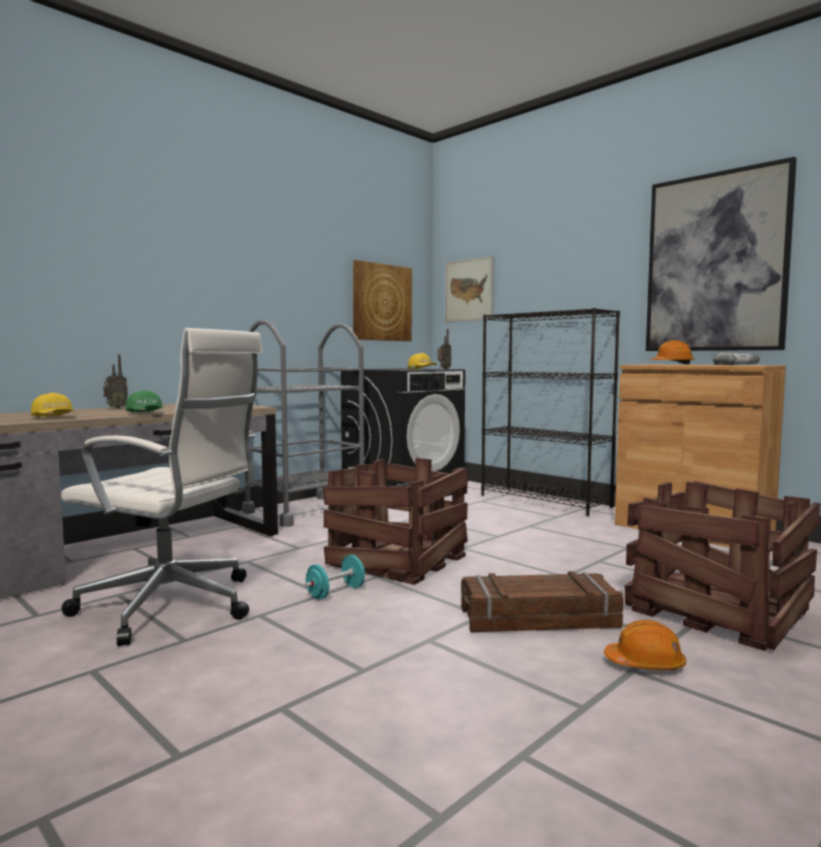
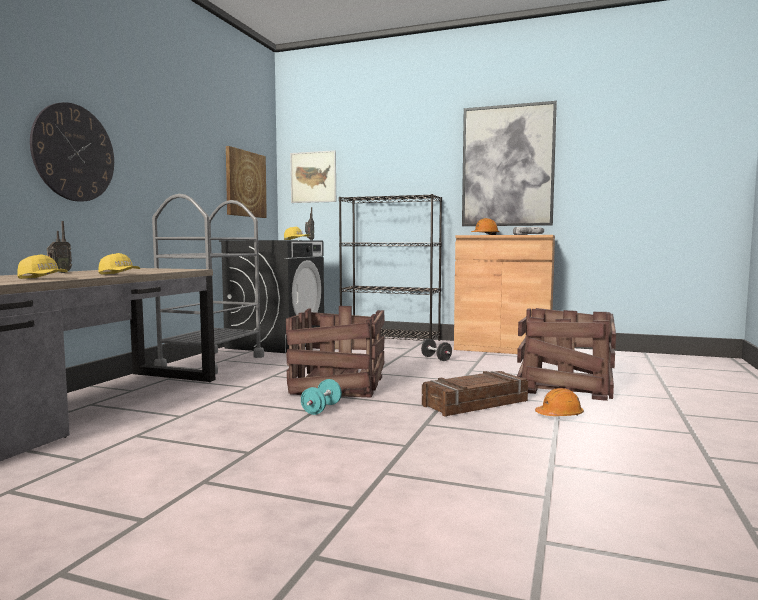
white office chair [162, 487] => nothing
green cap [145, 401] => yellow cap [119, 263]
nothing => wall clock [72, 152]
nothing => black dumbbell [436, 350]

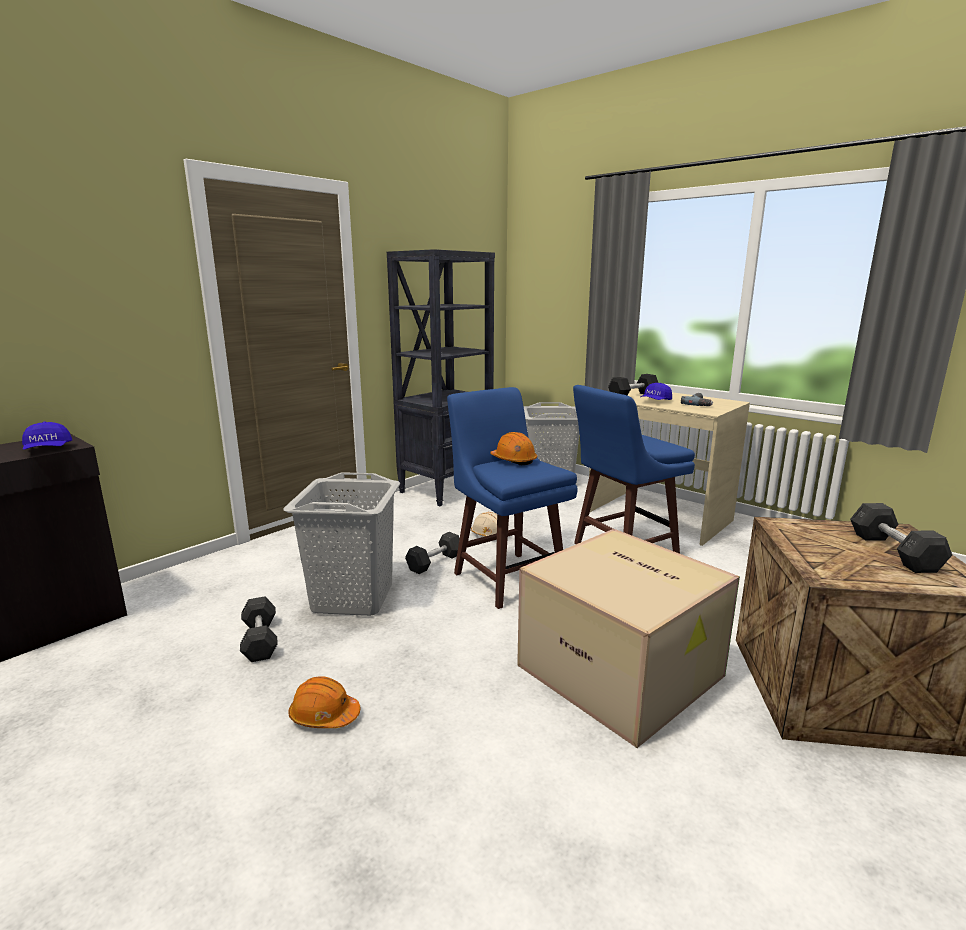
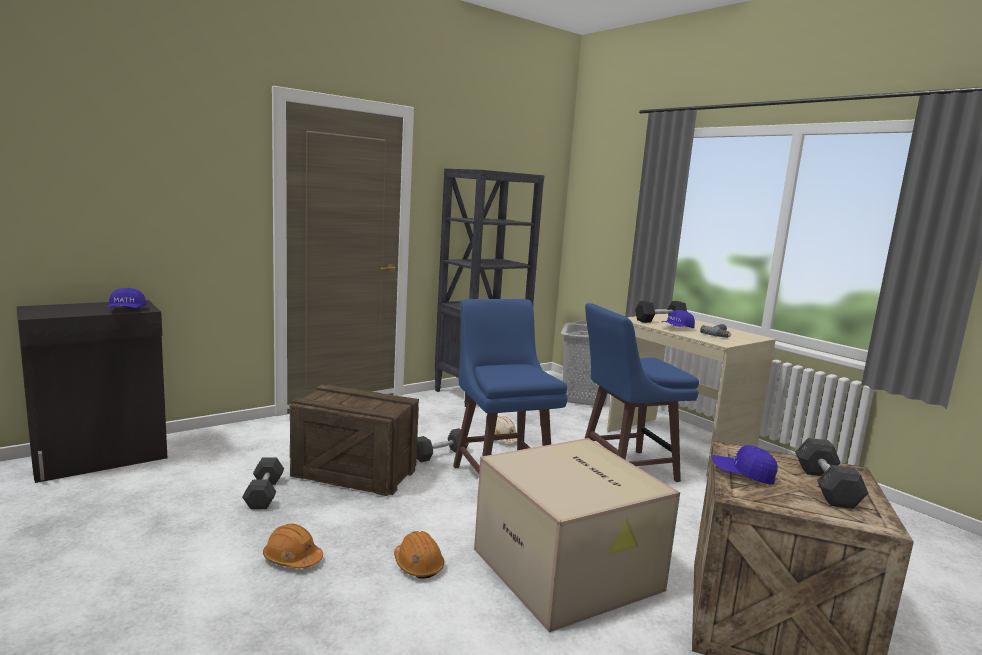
grey laundry basket [341, 544] => crate [354, 440]
orange hard hat [513, 448] => orange hard hat [419, 555], relocated
nothing => blue cap [745, 465]

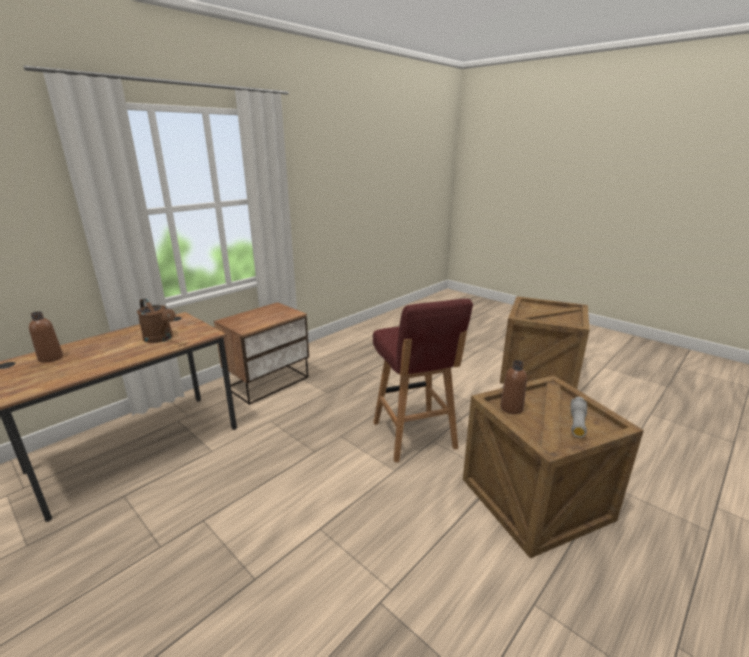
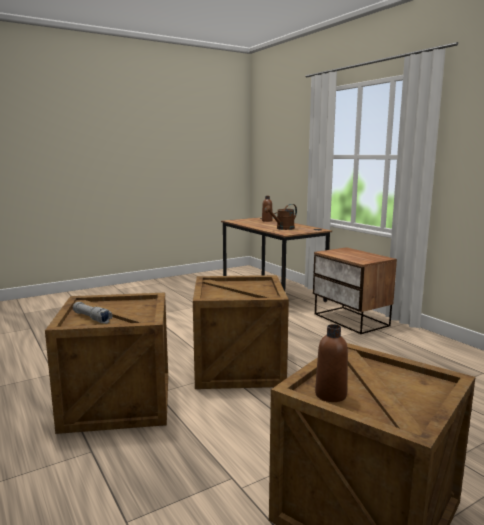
red stool [423, 381] => crate [241, 332]
brown bottle [513, 387] => brown bottle [331, 363], relocated

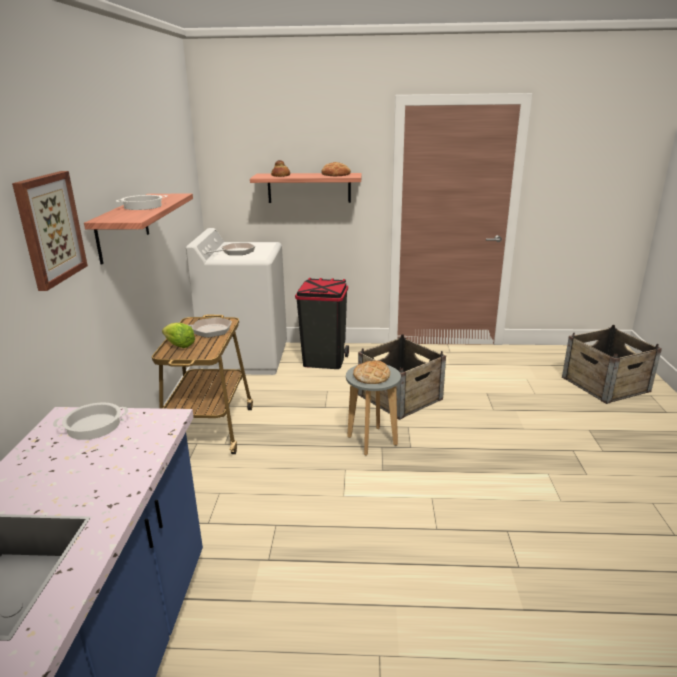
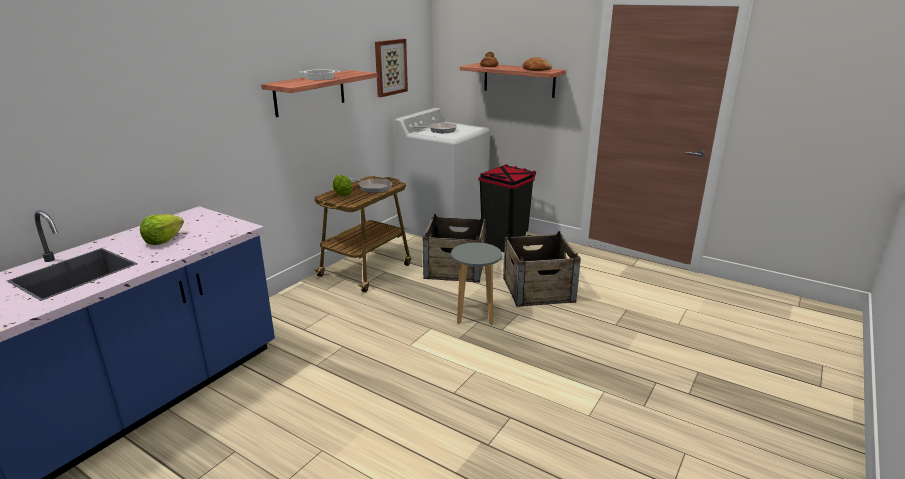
picture [50, 231] => picture [391, 68], relocated
cooking pot [90, 421] => nothing
bread [371, 372] => nothing
crate [612, 364] => crate [454, 248], relocated
nothing => lettuce [162, 229]

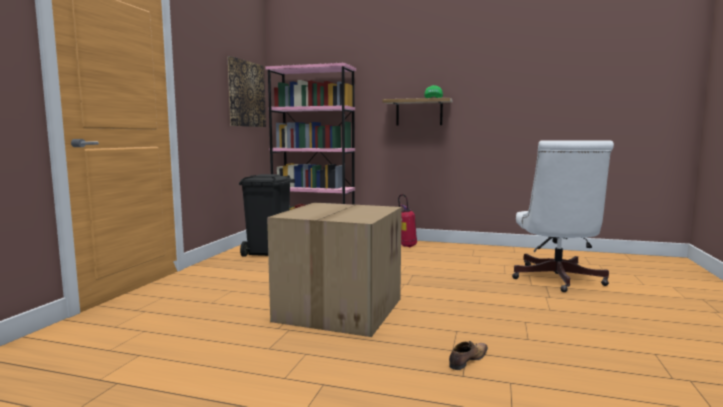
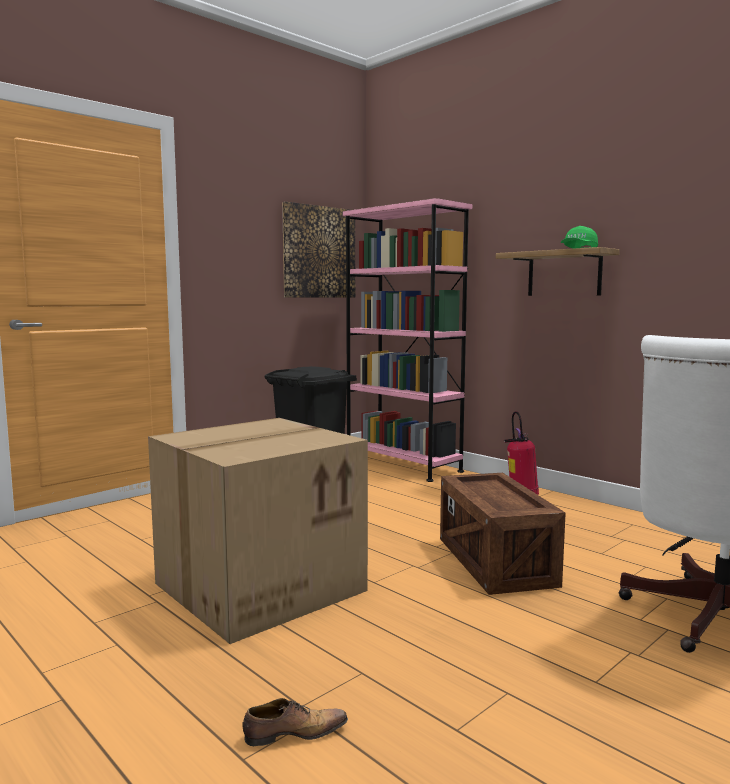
nothing => crate [503, 534]

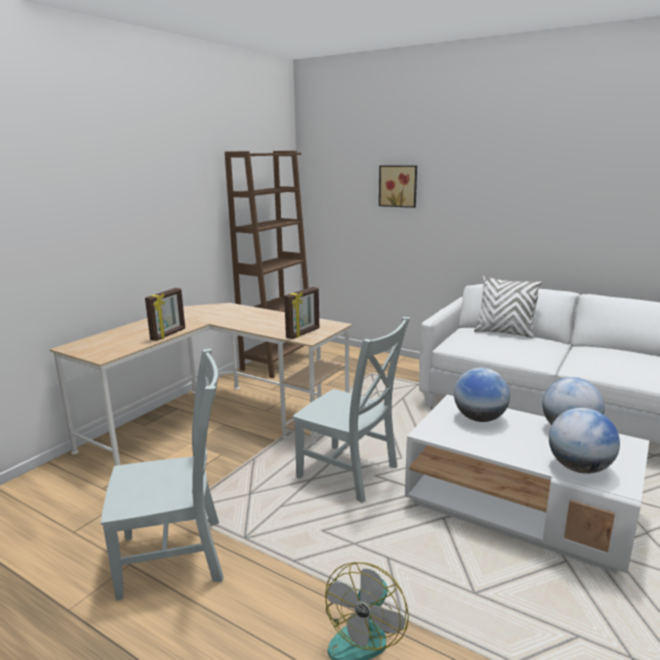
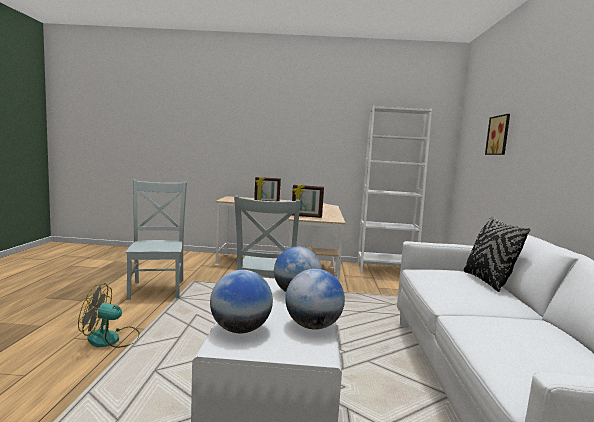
grey chair [162, 475] => grey chair [156, 240], 150 degrees counterclockwise
brown bookcase [267, 264] => white bookcase [394, 189]
white pillow [508, 306] => black pillow [497, 254]

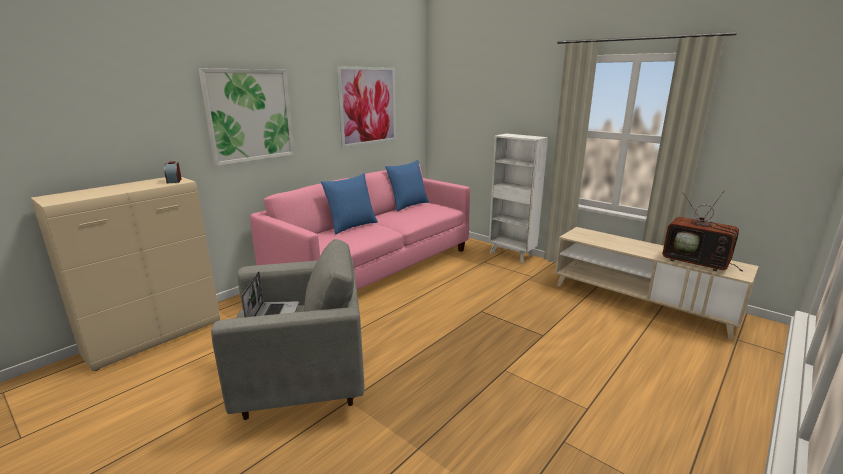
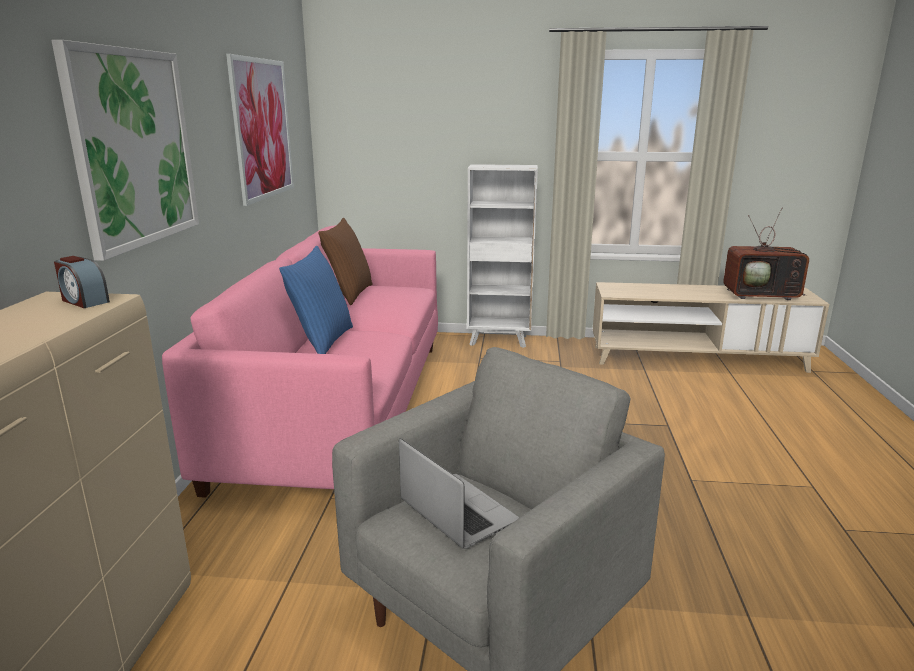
blue pillow [407, 185] => brown pillow [345, 261]

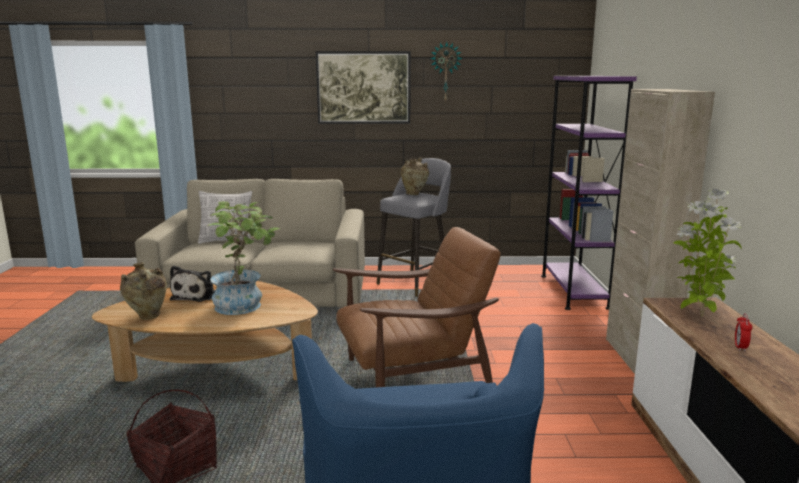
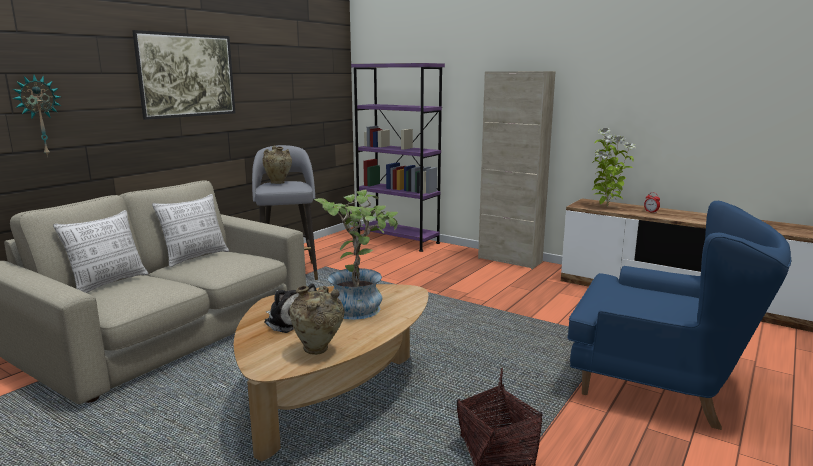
brown armchair [417, 307] => nothing
wall clock [446, 72] => wall clock [36, 116], relocated
nothing => pillow [190, 230]

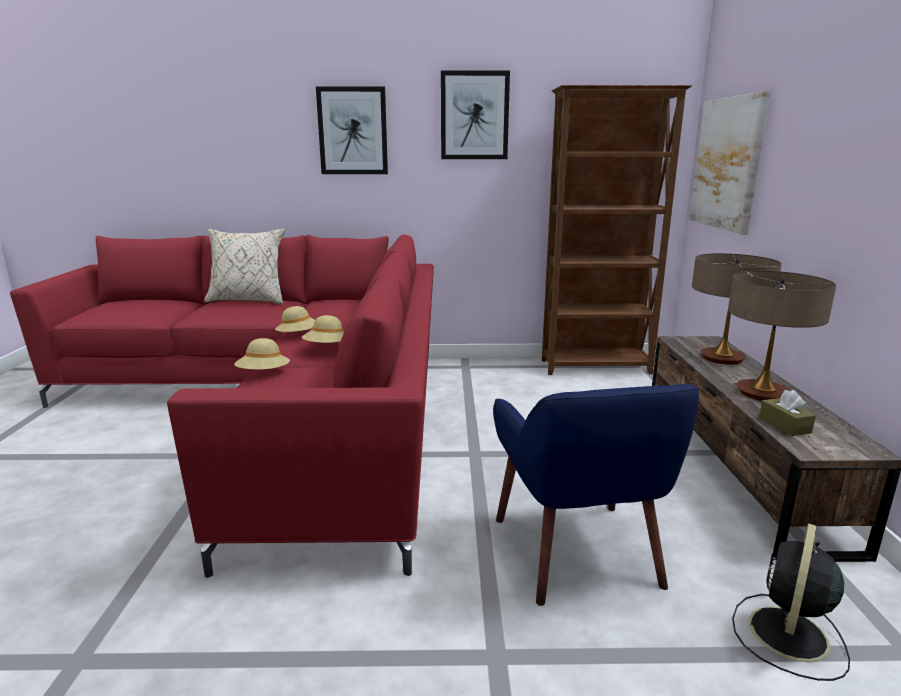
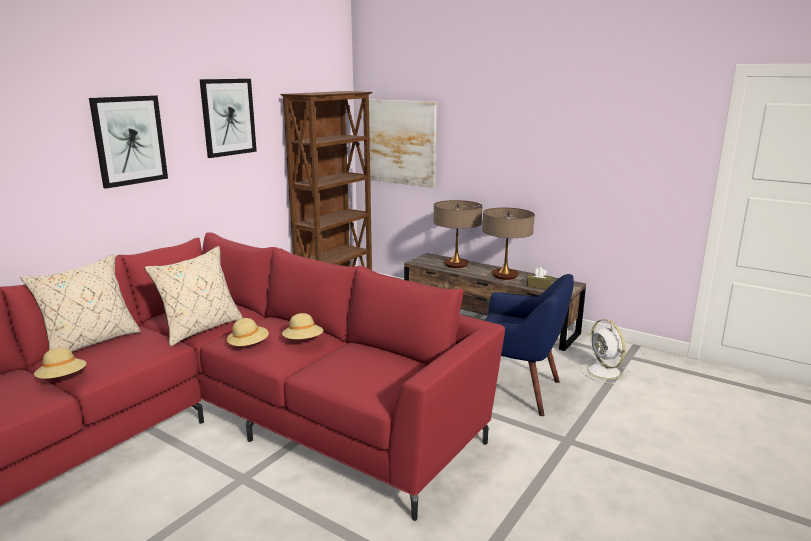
beige hat [262, 354] => beige hat [60, 363], relocated
black fan [791, 602] => white fan [606, 351]
nothing => beige pillow [193, 296]

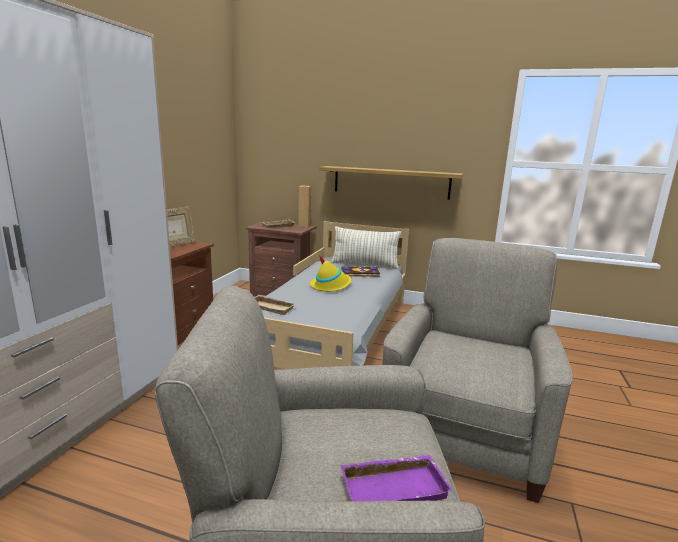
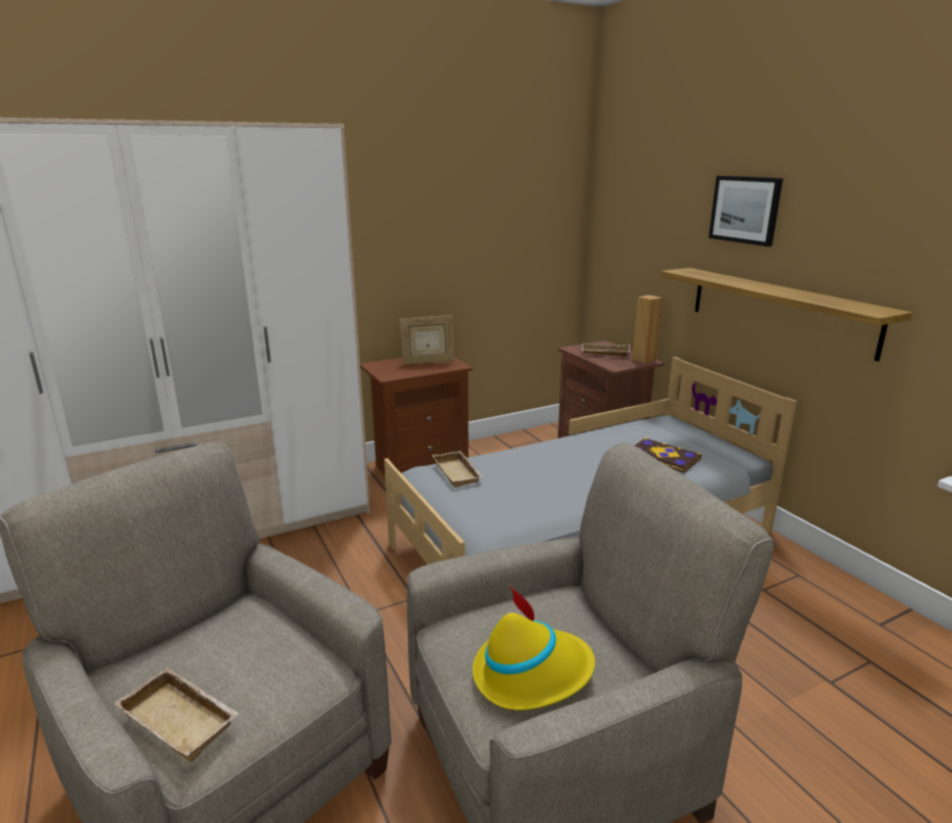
yellow hat [331, 273] => yellow hat [533, 648], relocated
pillow [366, 247] => nothing
purple tray [396, 478] => beige tray [177, 715]
nothing => picture [746, 211]

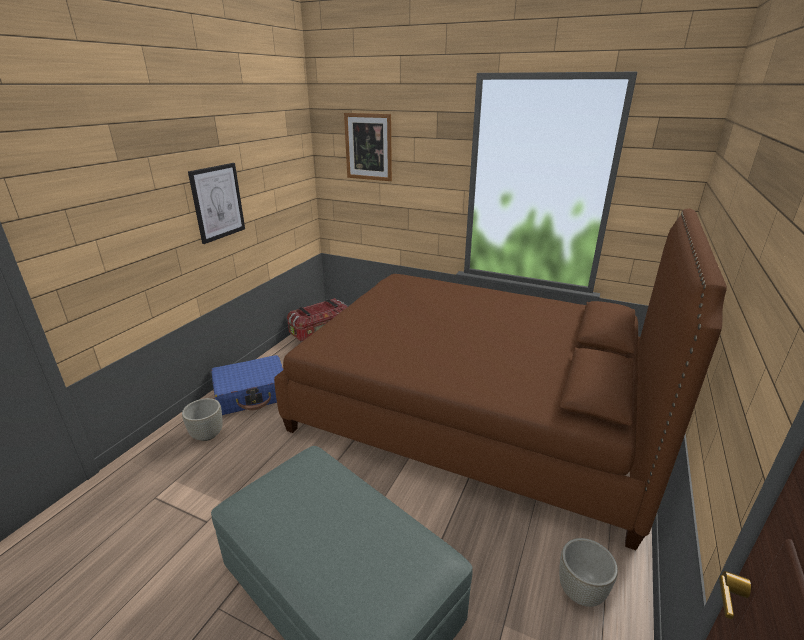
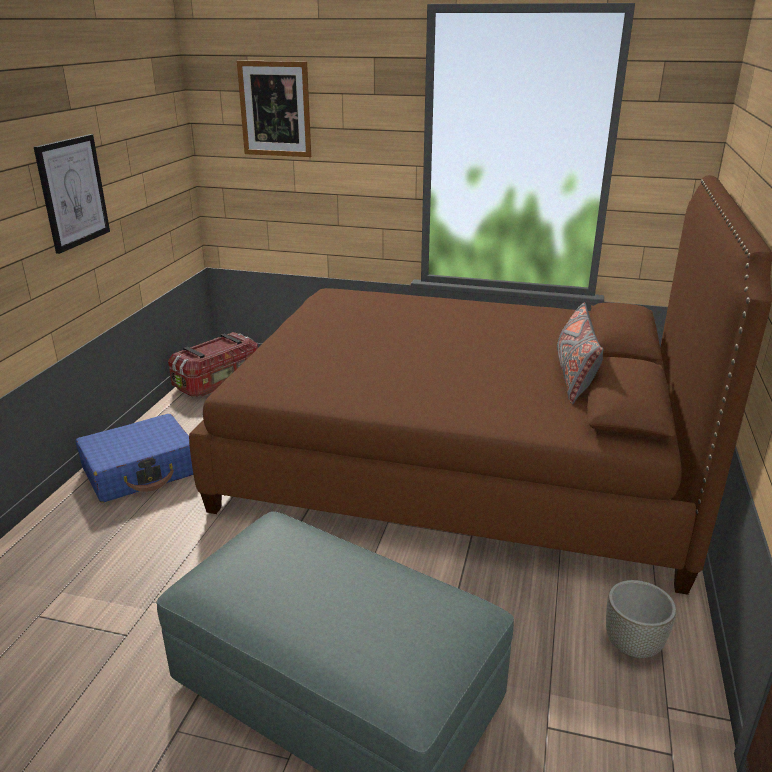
grey planter [202, 419] => nothing
nothing => grey pillow [580, 353]

